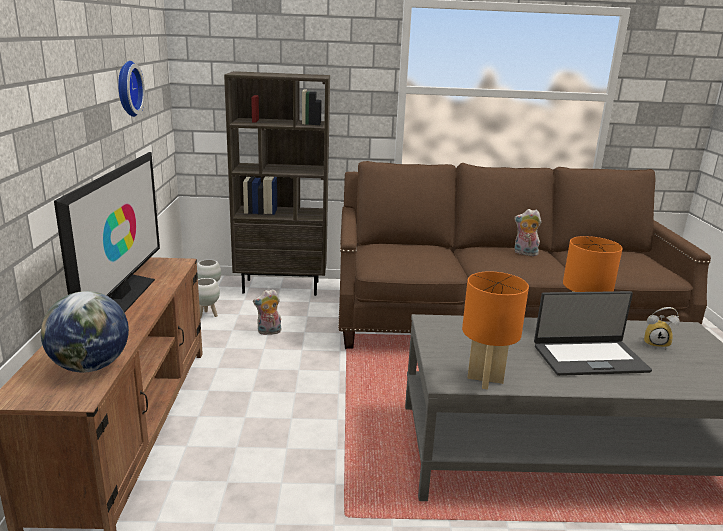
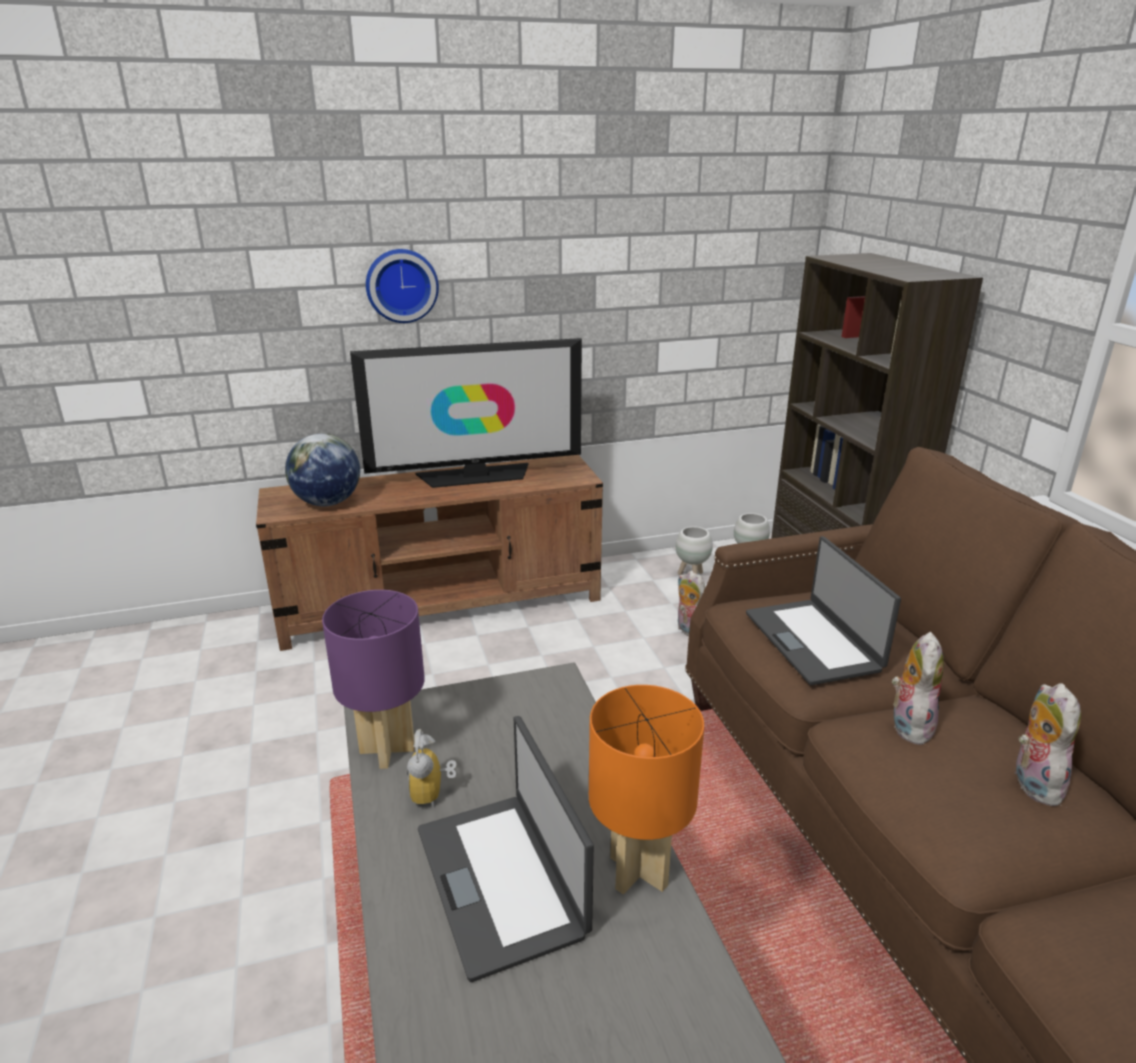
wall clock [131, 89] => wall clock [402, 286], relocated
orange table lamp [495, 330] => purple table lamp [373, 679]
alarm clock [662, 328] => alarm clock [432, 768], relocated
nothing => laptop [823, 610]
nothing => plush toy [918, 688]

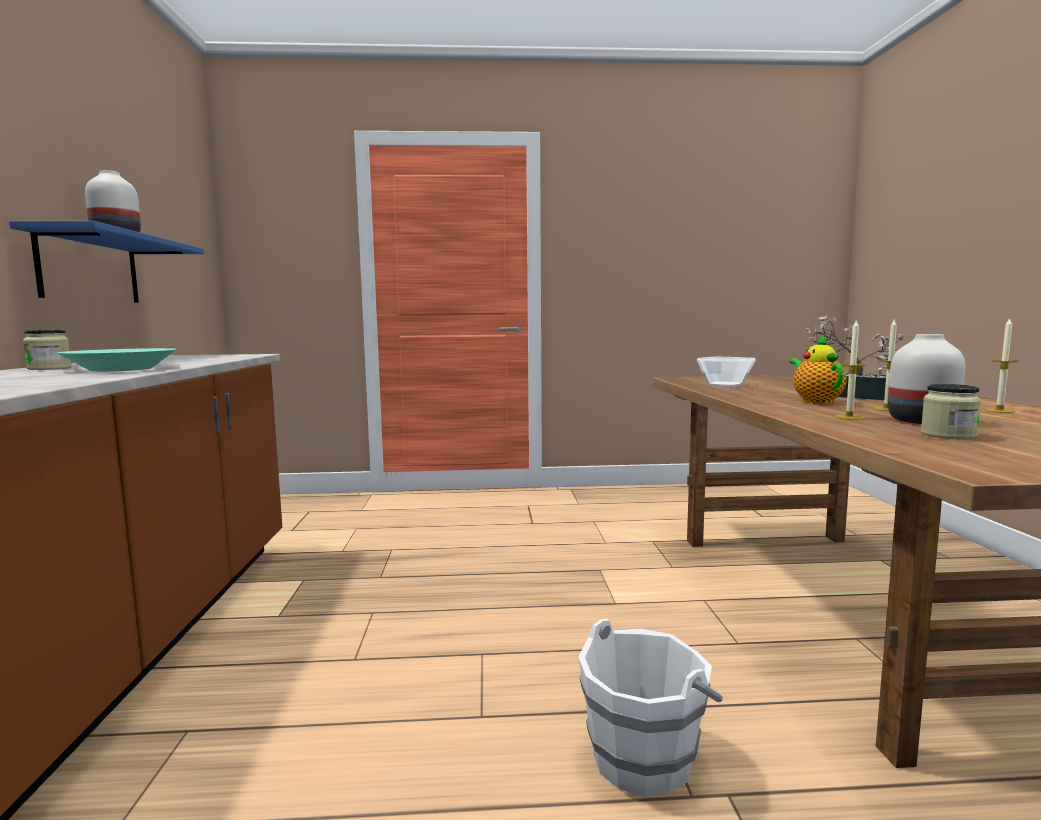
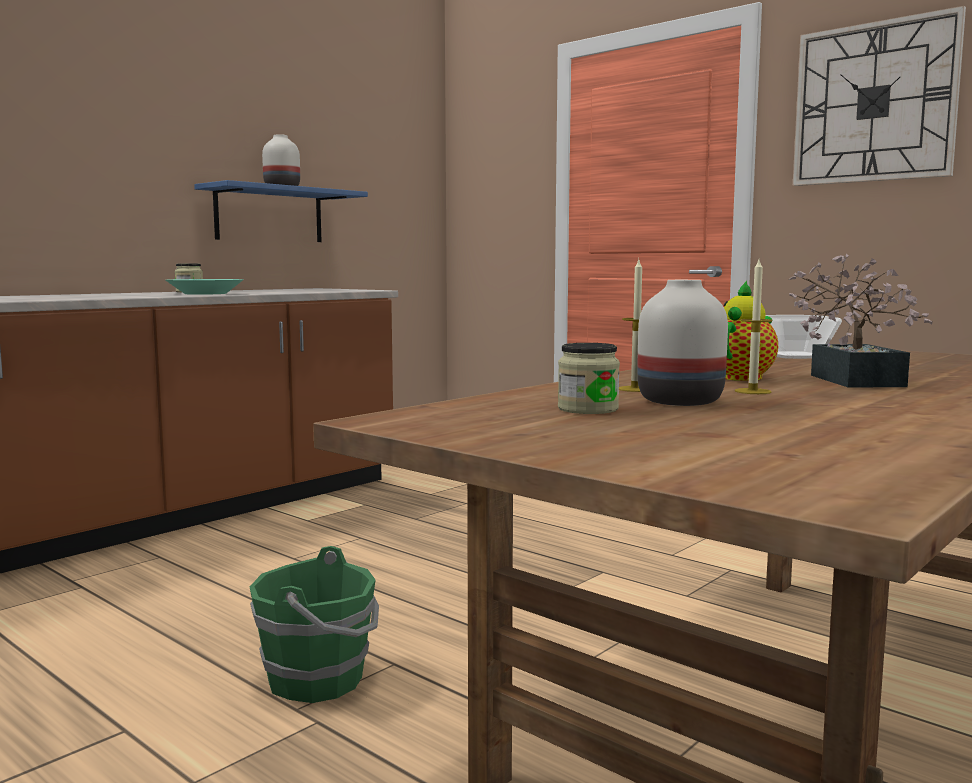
white bucket [650, 708] => green bucket [314, 624]
candle [1001, 365] => nothing
nothing => wall clock [879, 96]

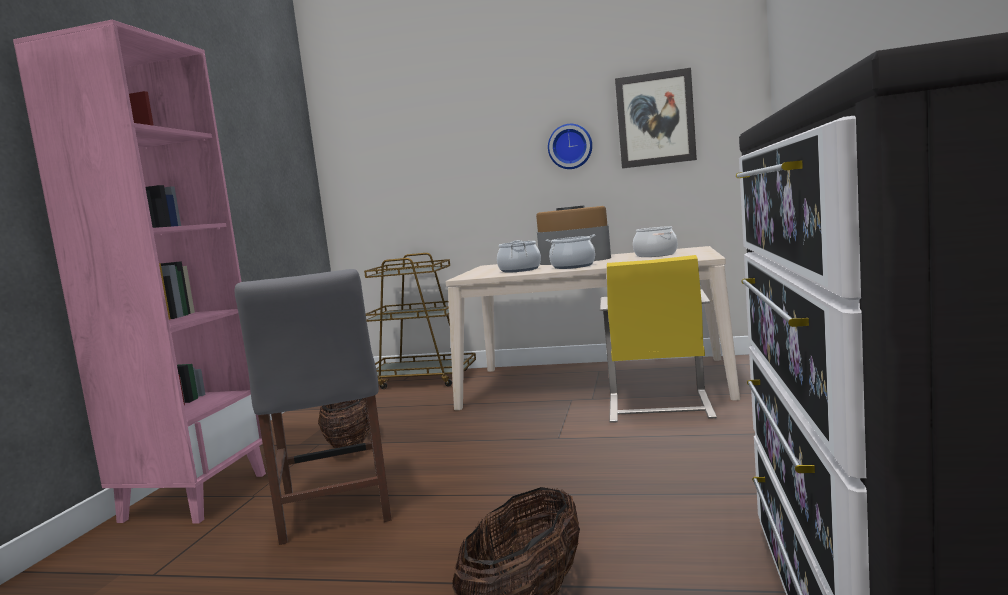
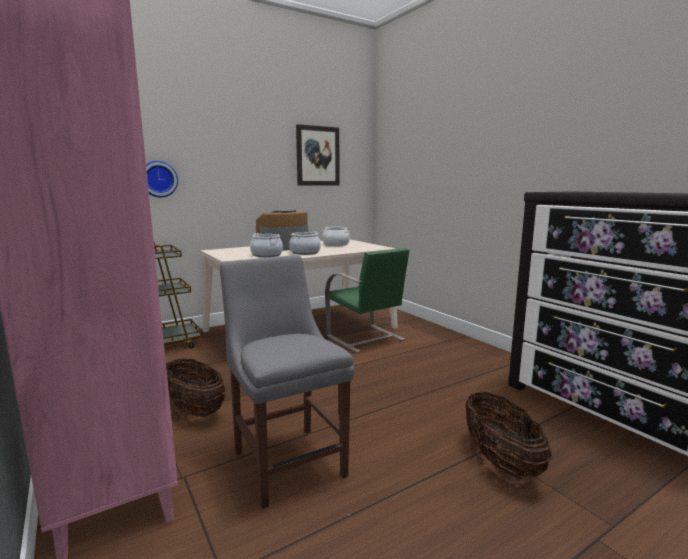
grey chair [313, 407] => grey chair [287, 382], 150 degrees counterclockwise
wall clock [570, 146] => wall clock [162, 179], relocated
yellow chair [658, 339] => green chair [367, 300]

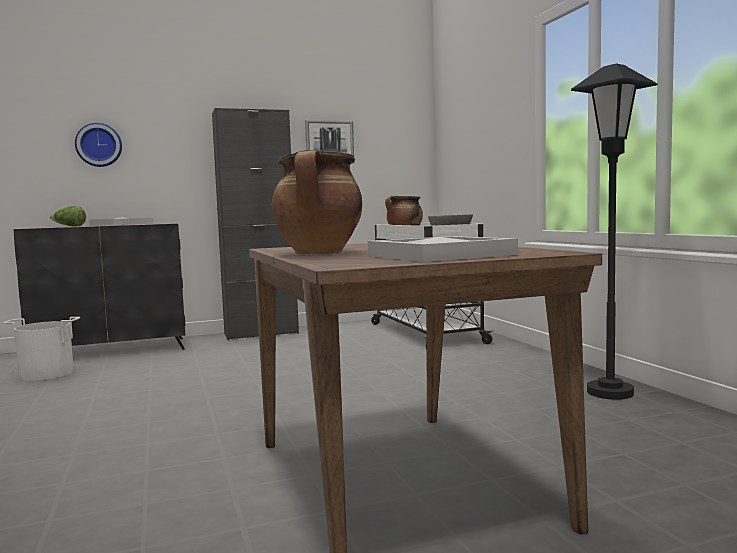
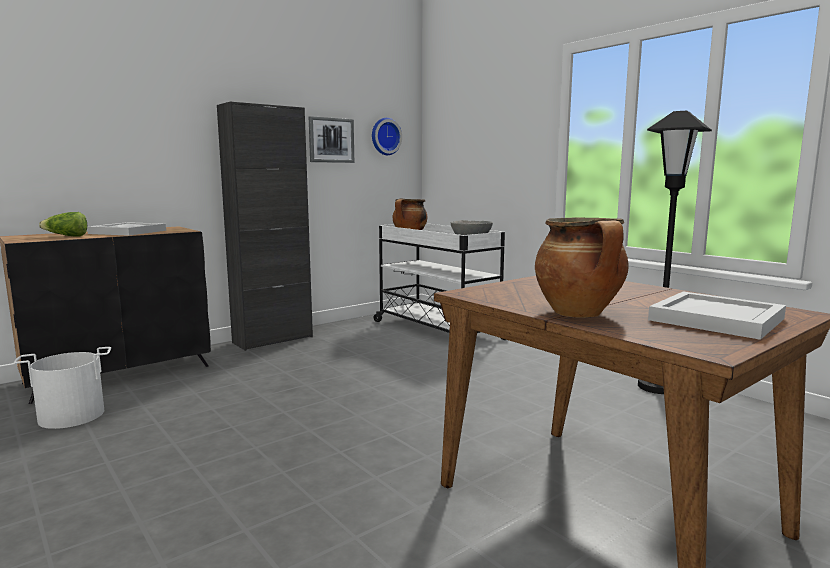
wall clock [98, 145] => wall clock [387, 136], relocated

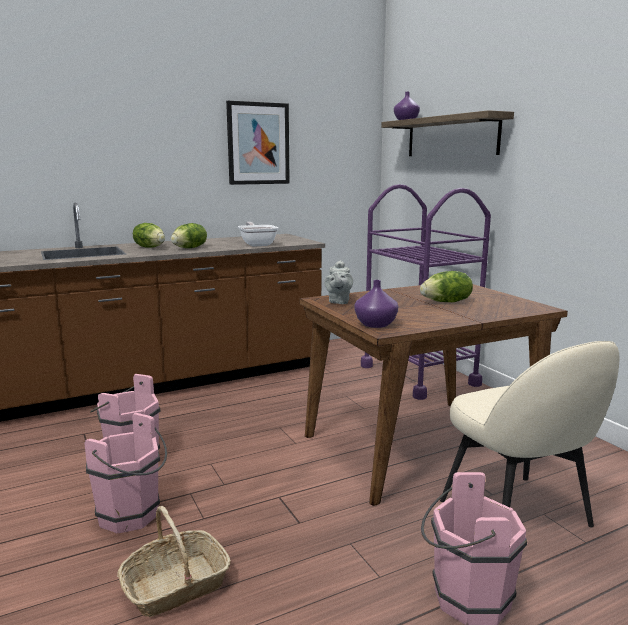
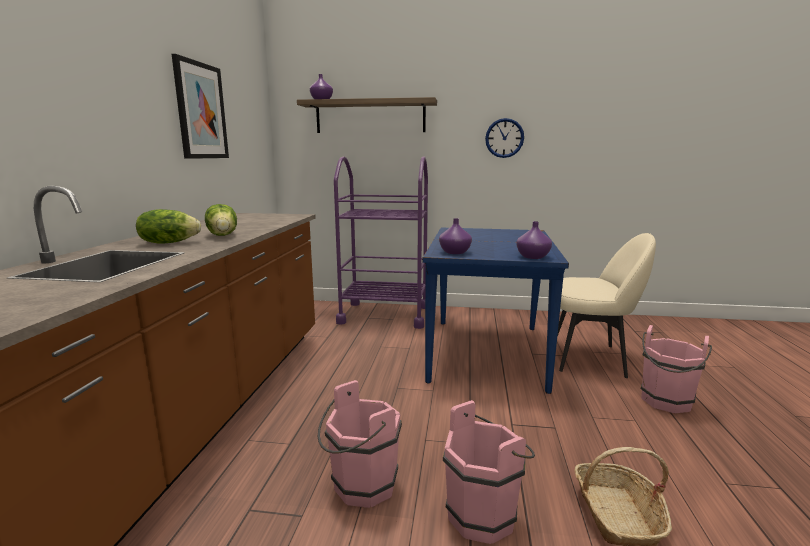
frying pan [258, 234] => nothing
brown dining table [434, 395] => blue dining table [496, 310]
grey teapot [338, 282] => purple vase [455, 236]
lettuce [446, 286] => nothing
nothing => wall clock [504, 138]

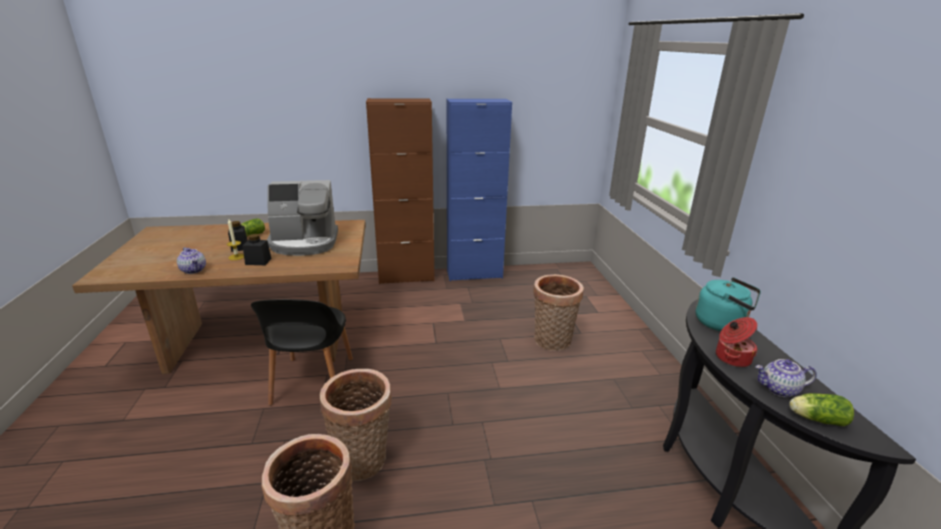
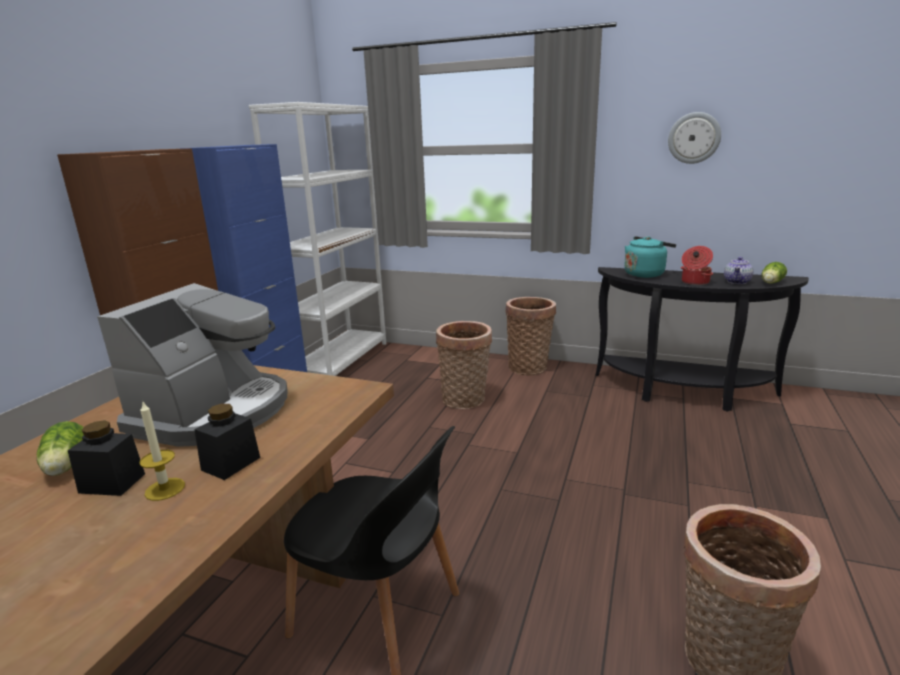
teapot [191, 260] => nothing
basket [356, 425] => basket [530, 336], relocated
nothing => white bookcase [317, 239]
nothing => wall clock [694, 138]

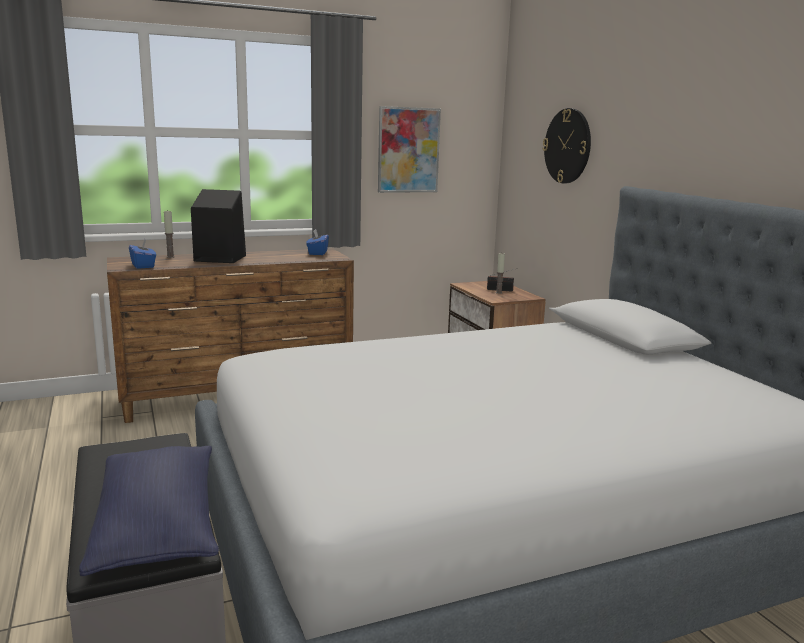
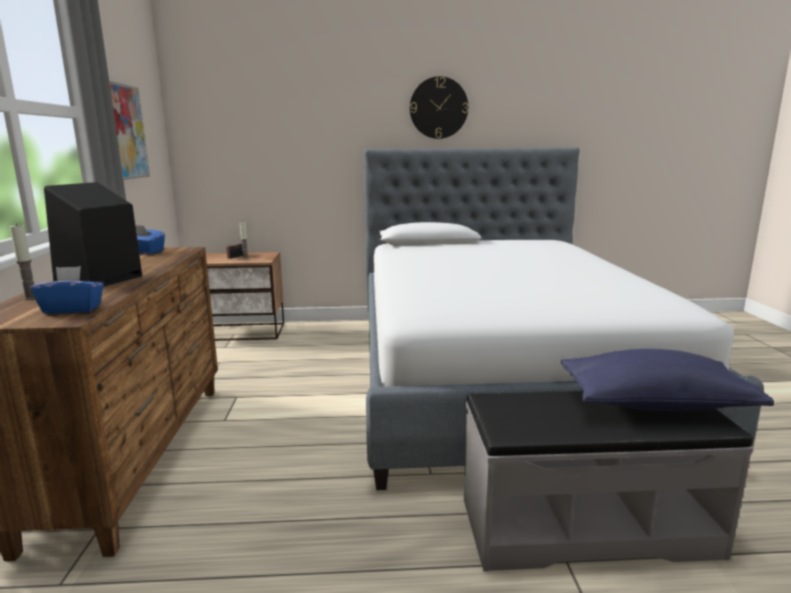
wall clock [567, 145] => wall clock [439, 107], relocated

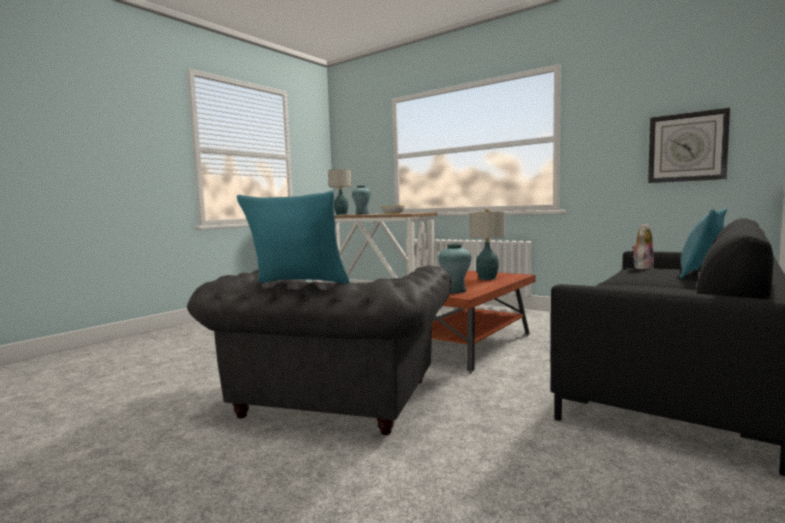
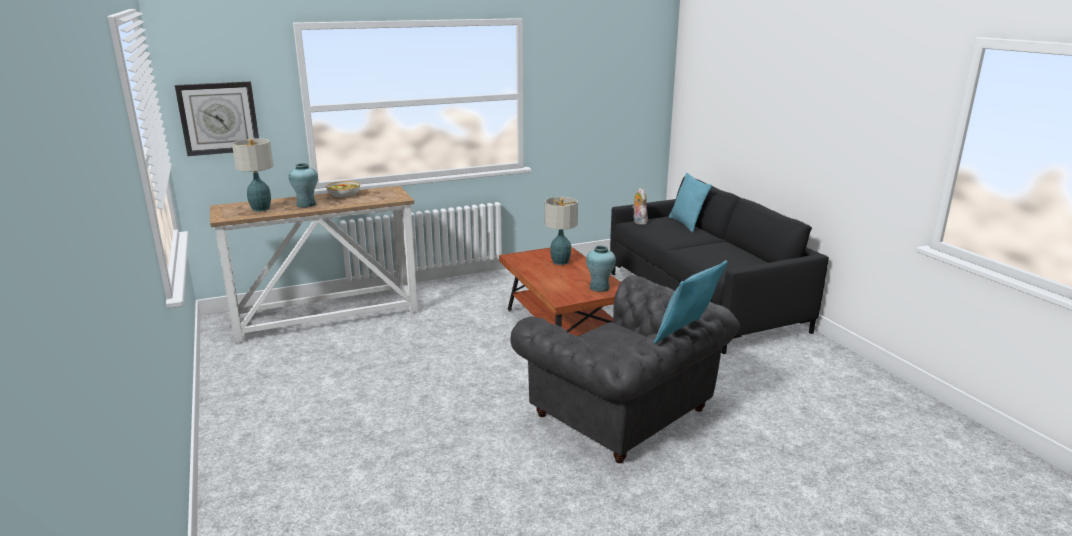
wall clock [689, 145] => wall clock [217, 118], relocated

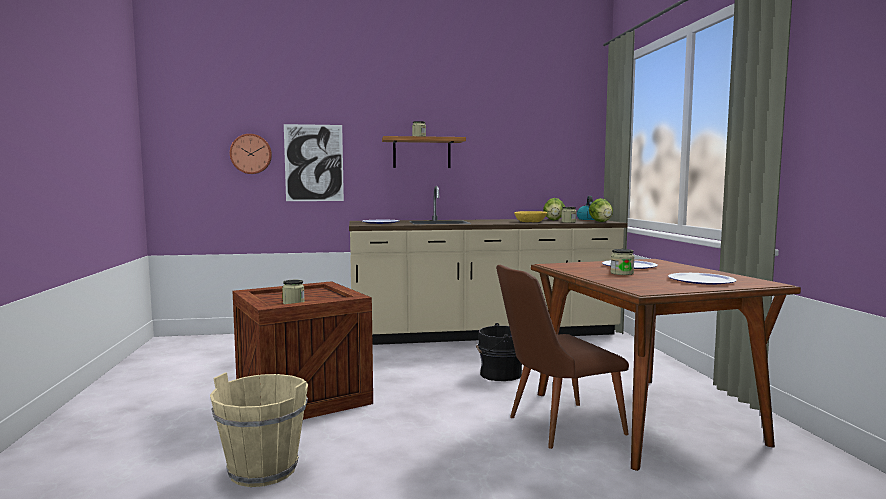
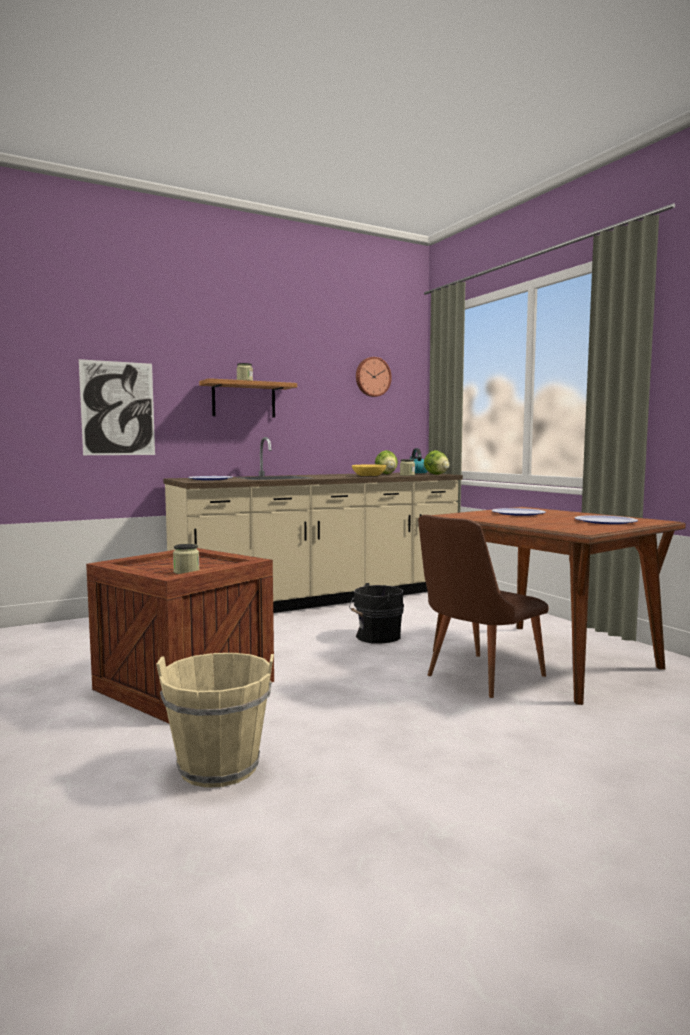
wall clock [251, 154] => wall clock [374, 377], relocated
jar [622, 262] => nothing

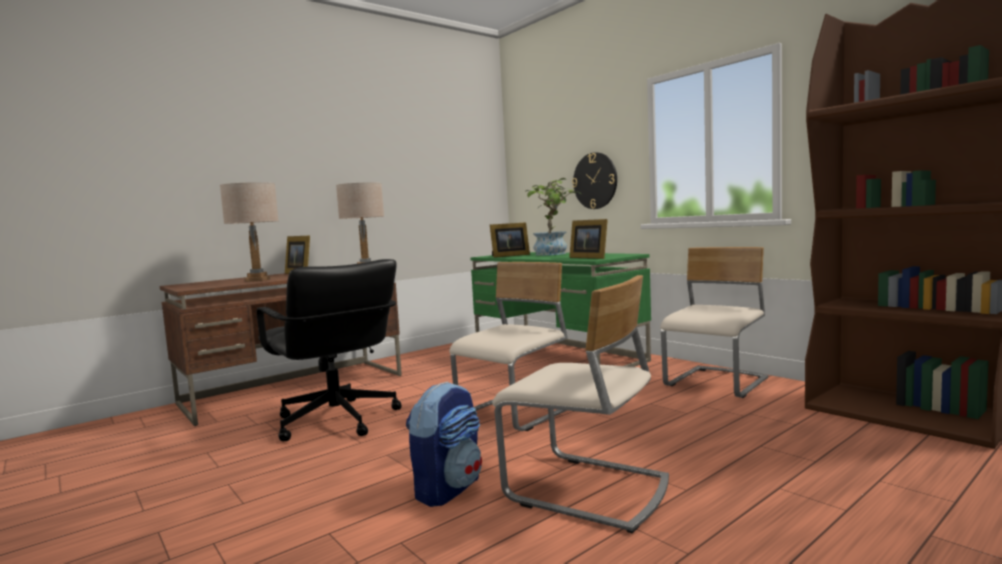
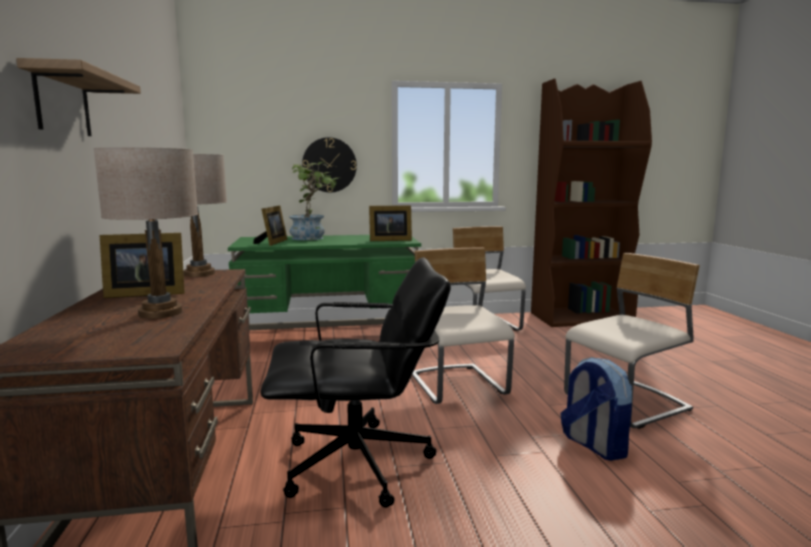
nothing => shelf [78, 97]

